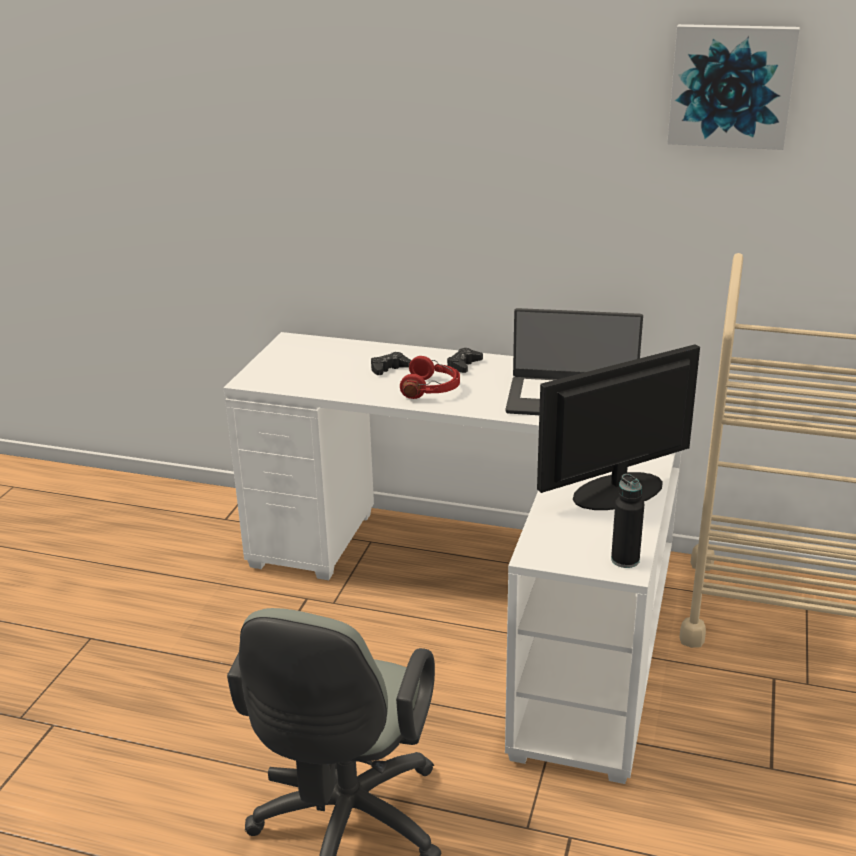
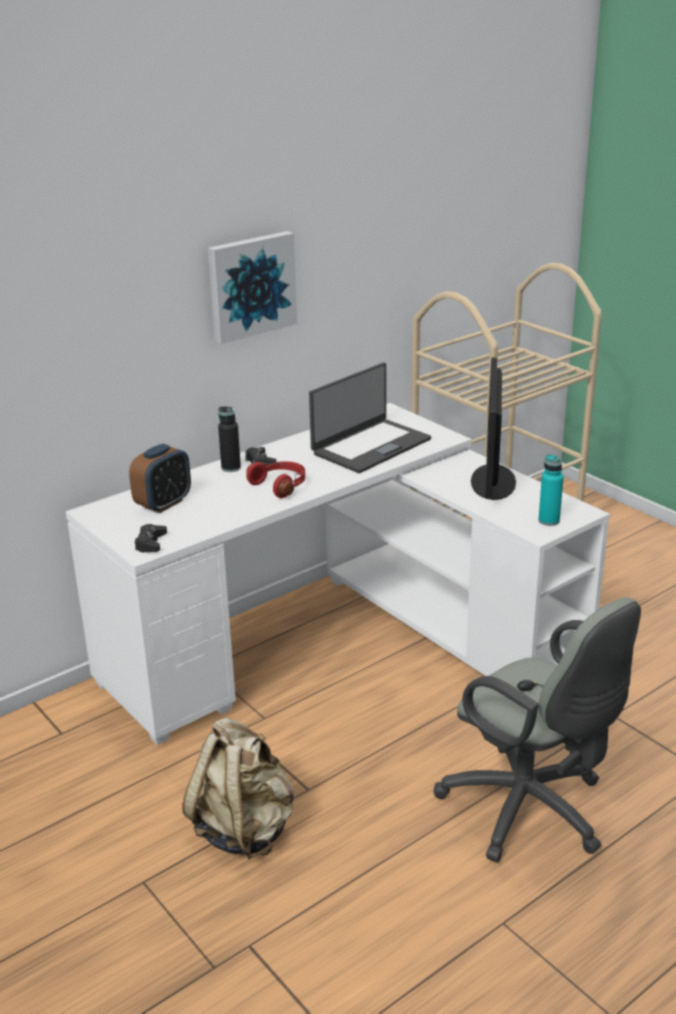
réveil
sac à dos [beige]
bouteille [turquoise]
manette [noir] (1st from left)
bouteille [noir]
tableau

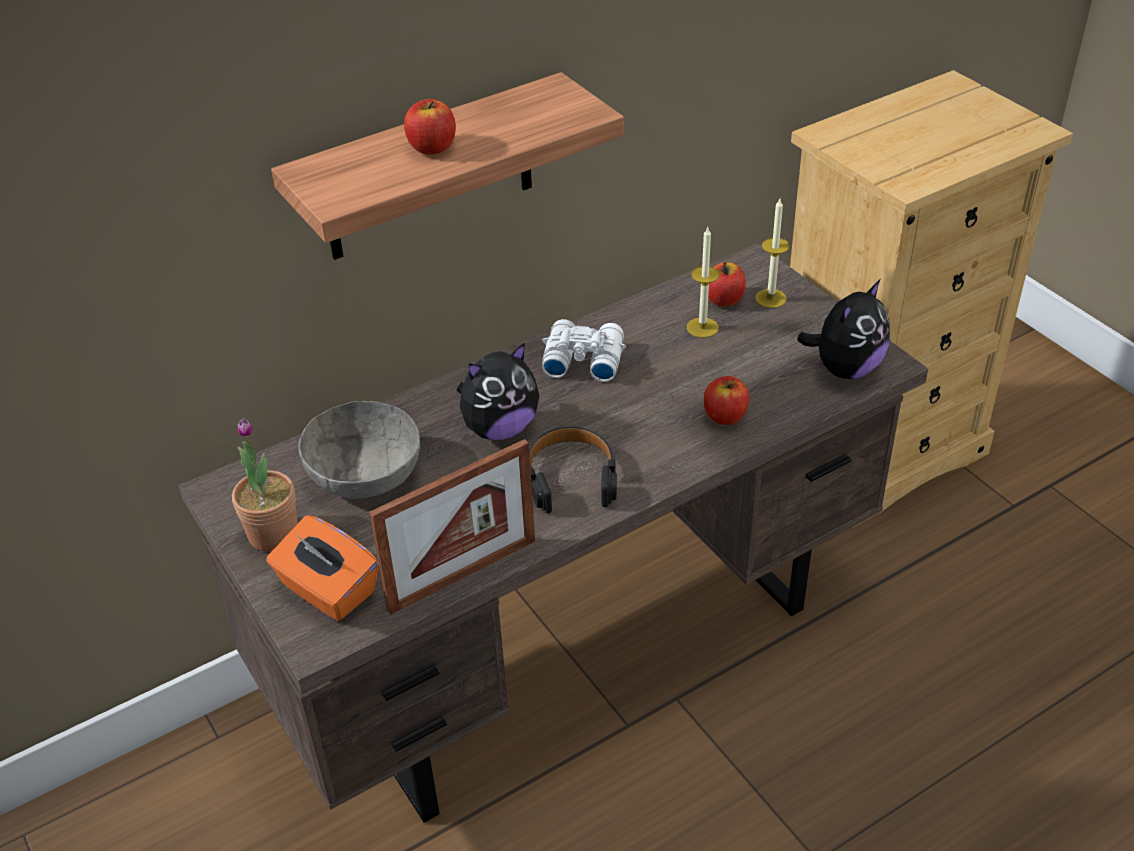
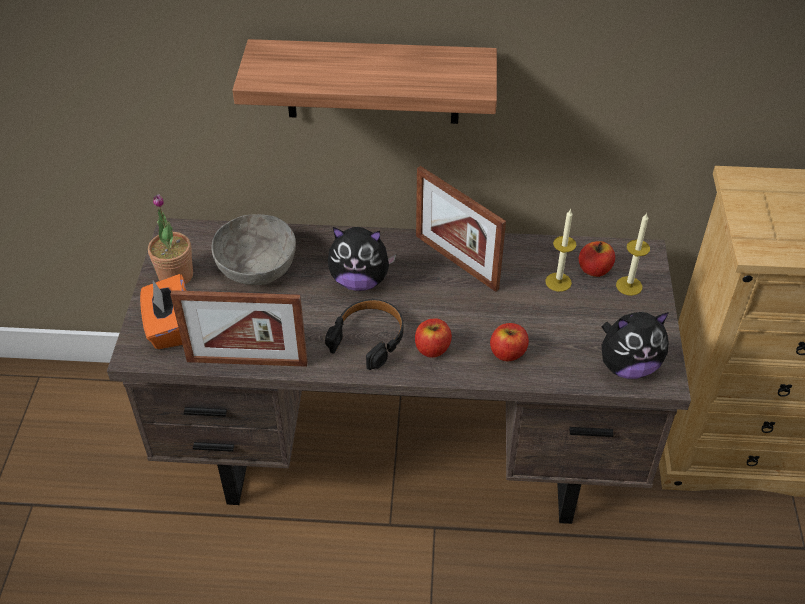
pomme (1st from left)
cadre photo (2nd from left)

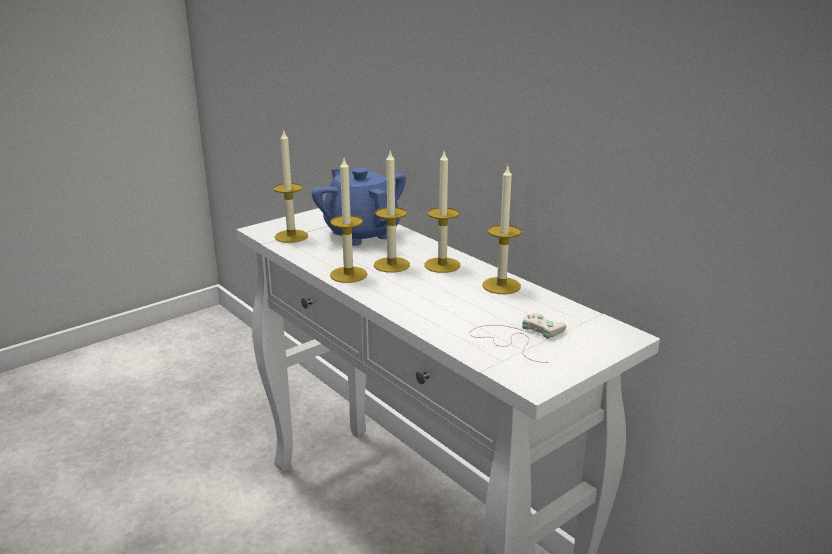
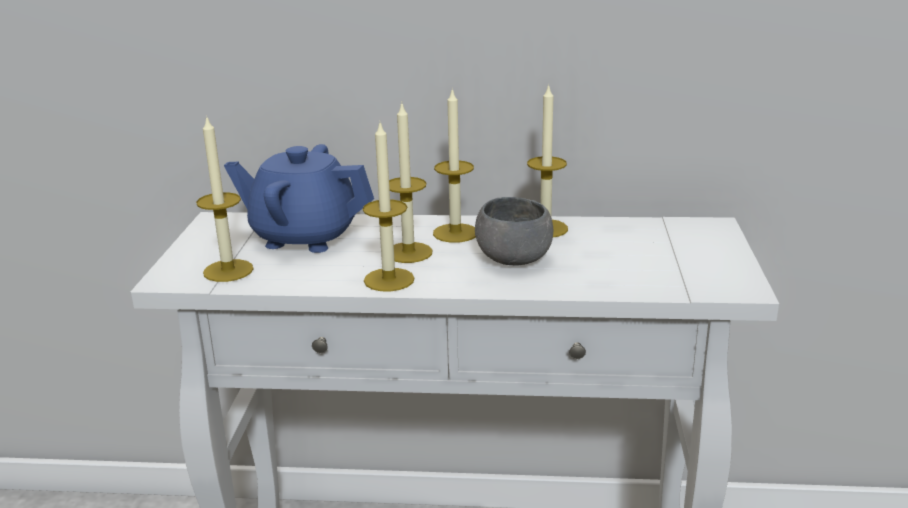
manette [blanc]
bol [gris]

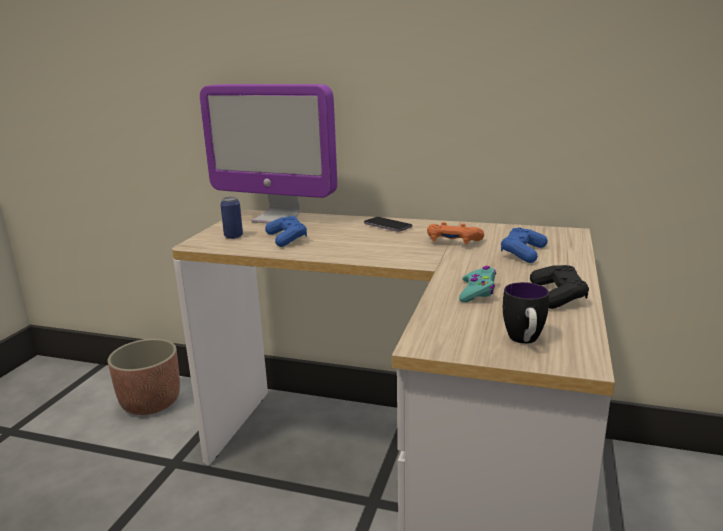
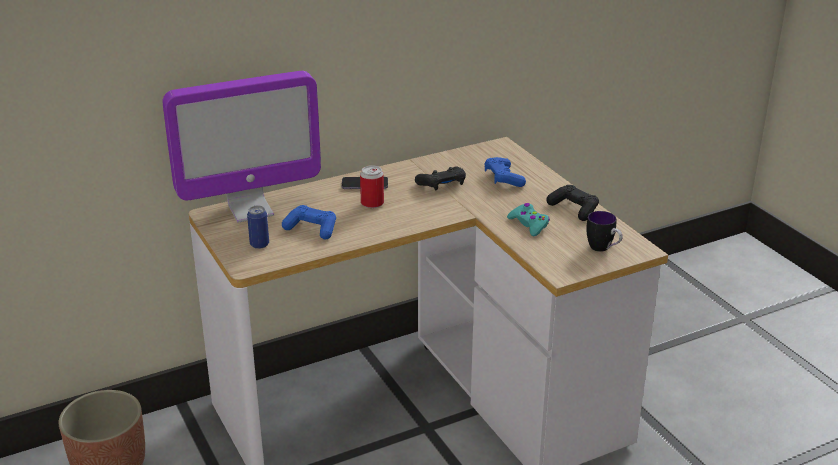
boîte métallique (2nd from left)
manette [noir] (1st from left)

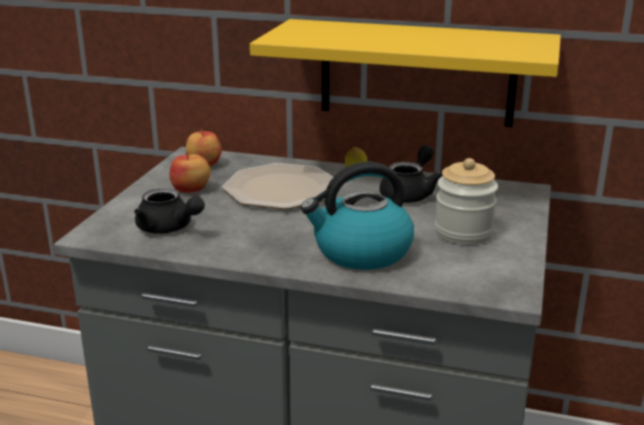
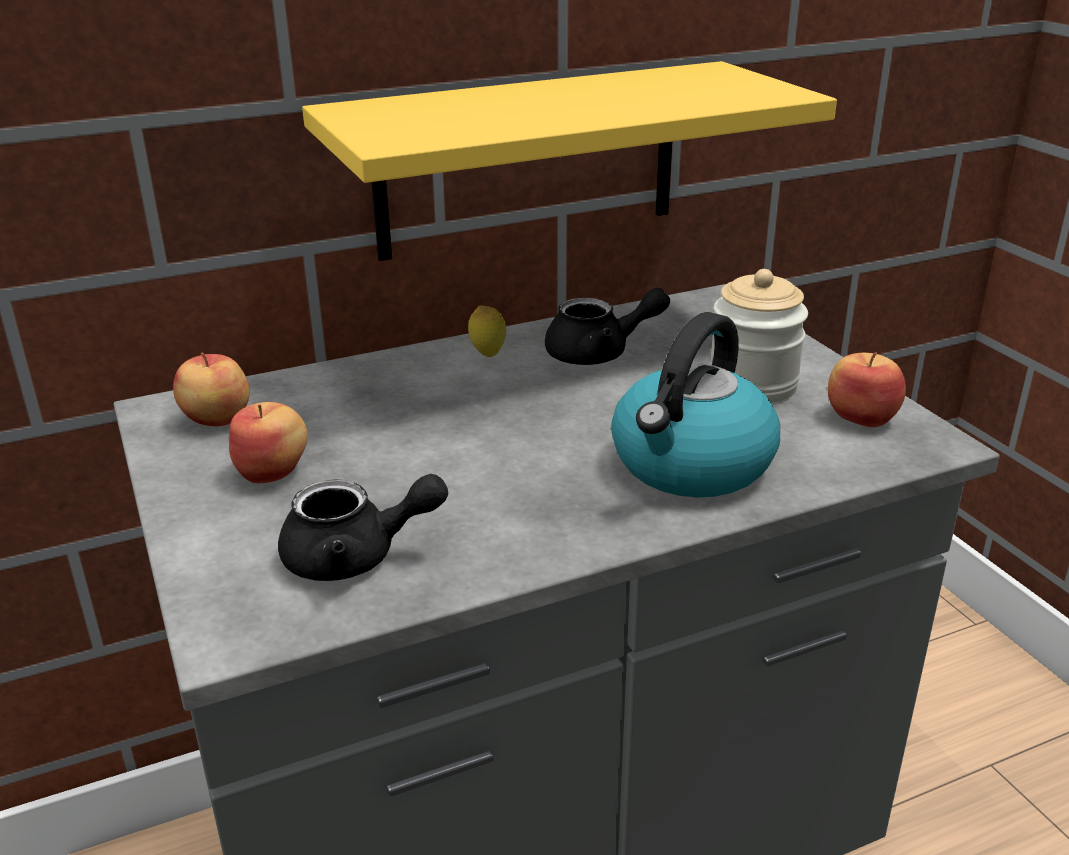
assiette
pomme (3rd from left)
théière [noir] (2nd from left)

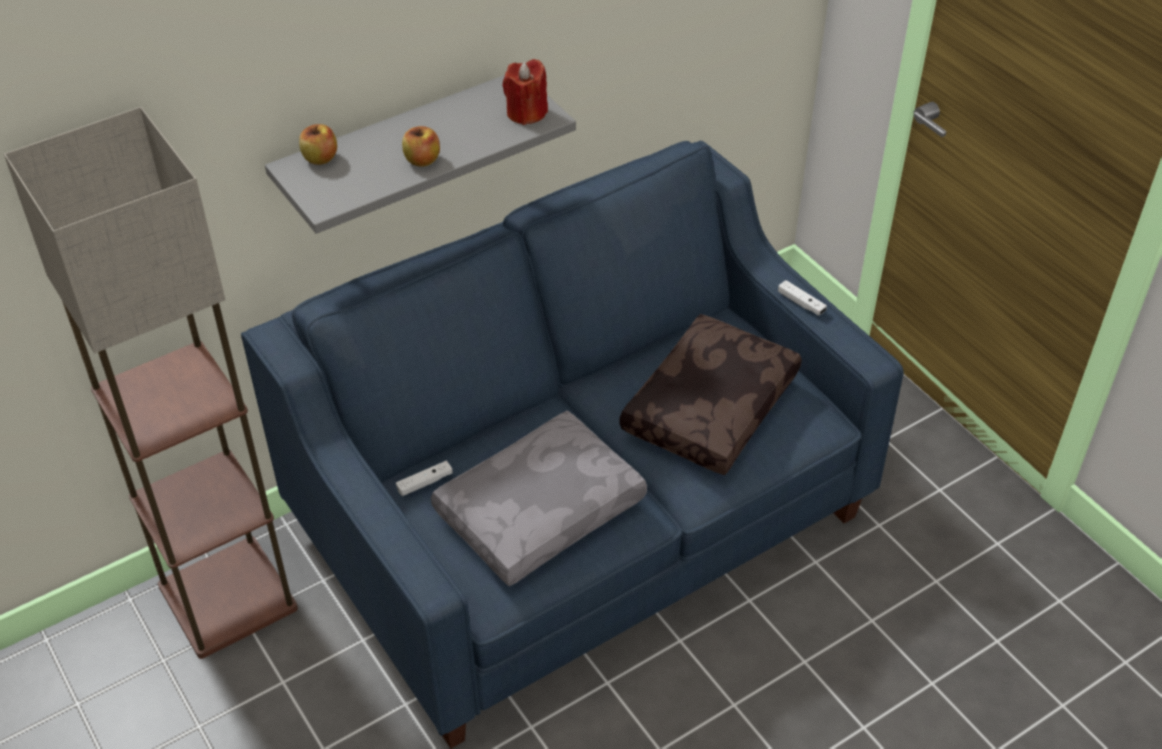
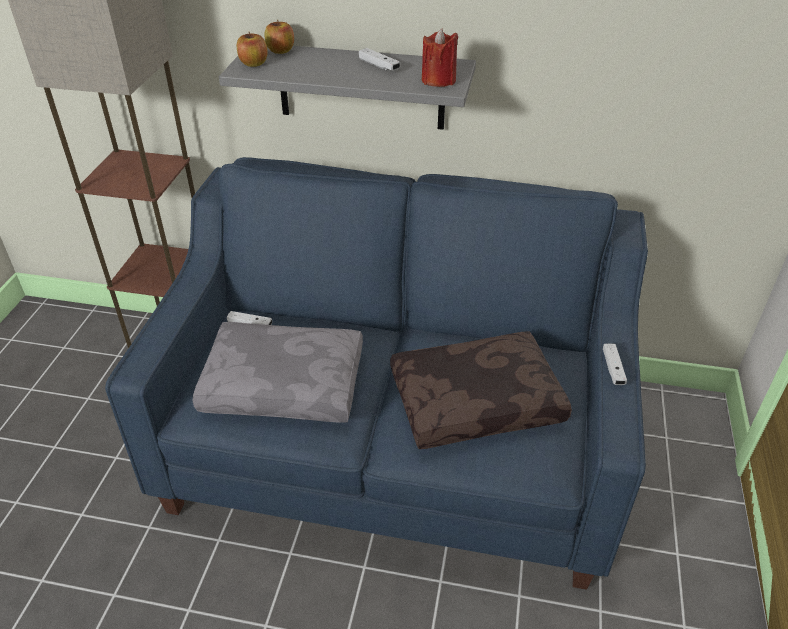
manette [blanc] (2nd from left)
pomme (1st from left)

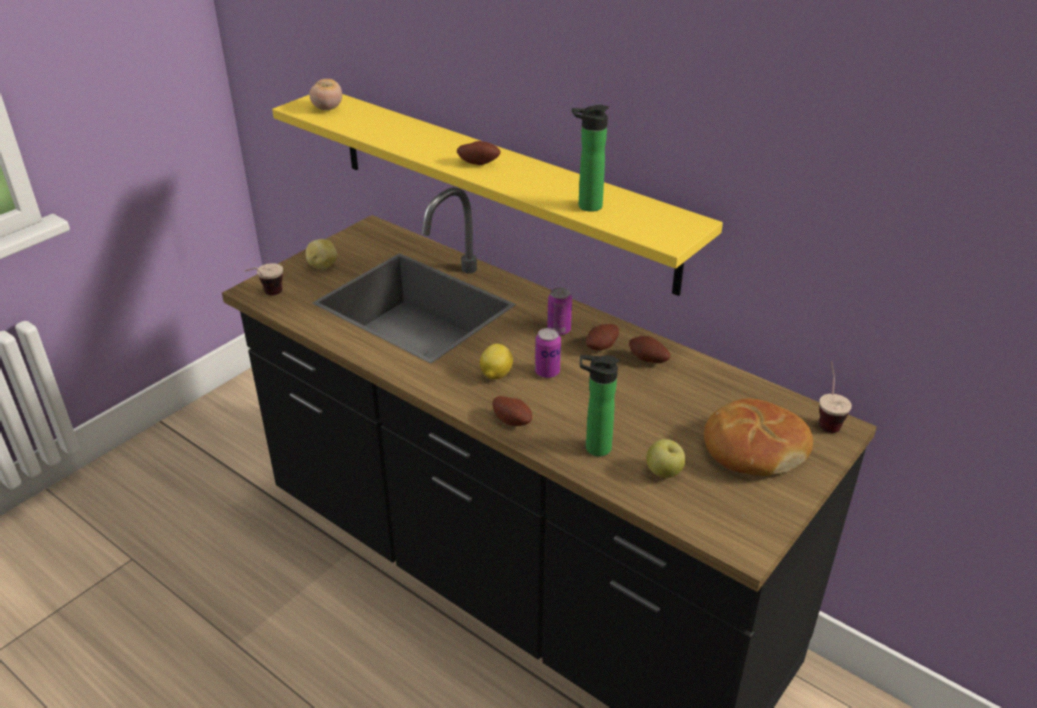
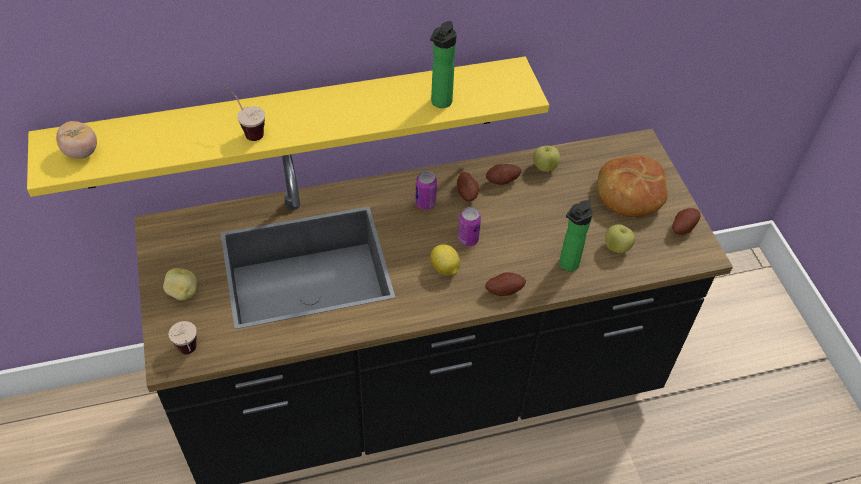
pomme (1st from left)
pomme de terre (5th from left)
tasse (2nd from left)

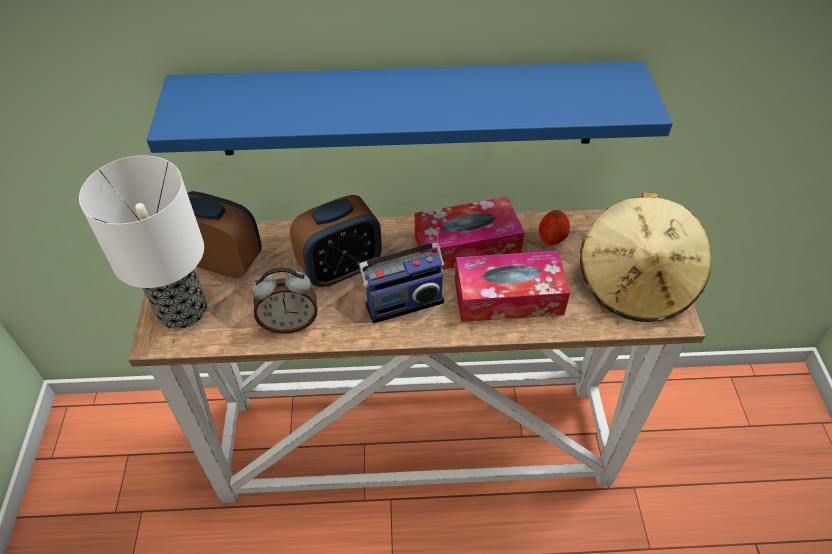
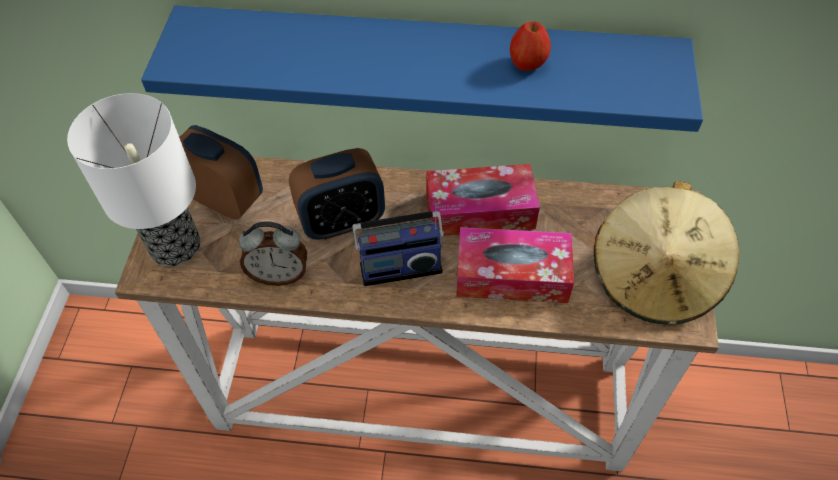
pomme

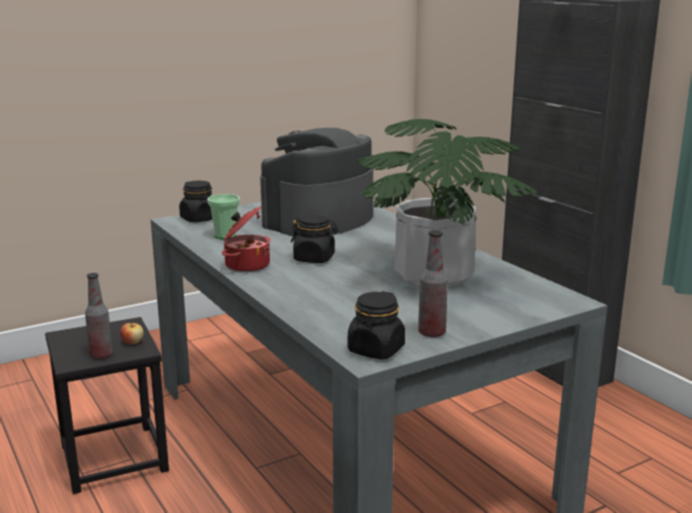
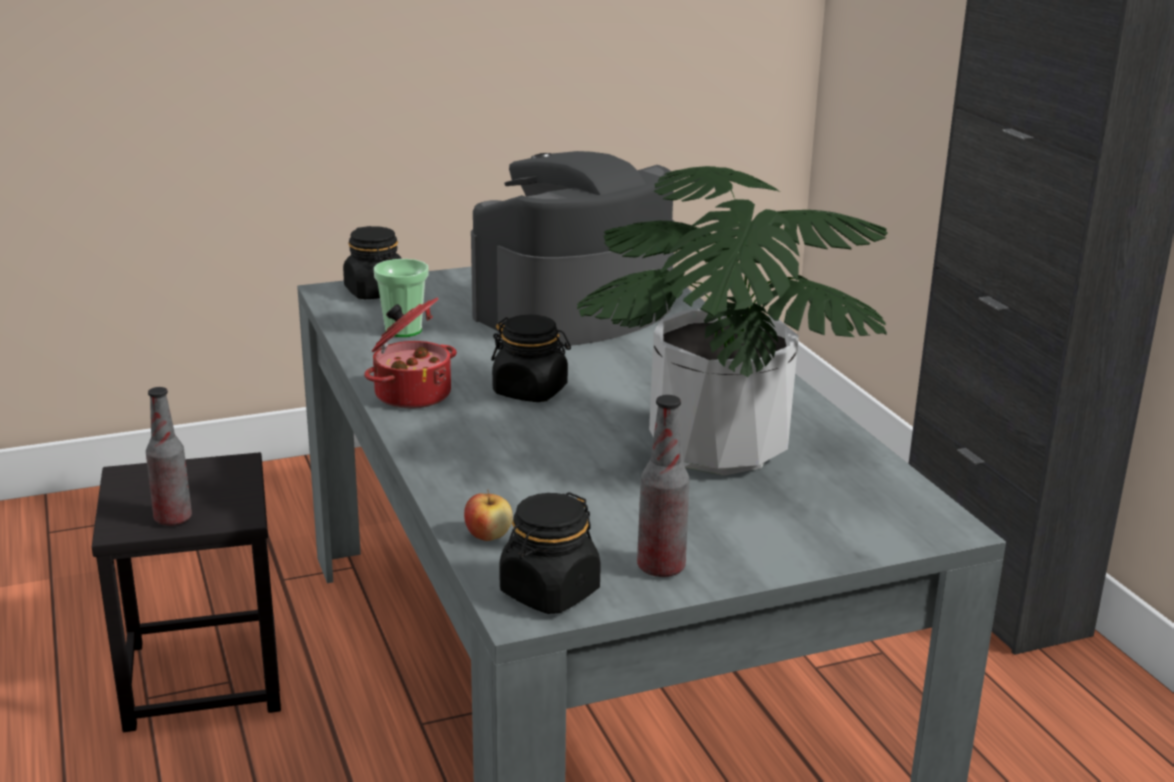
pomme

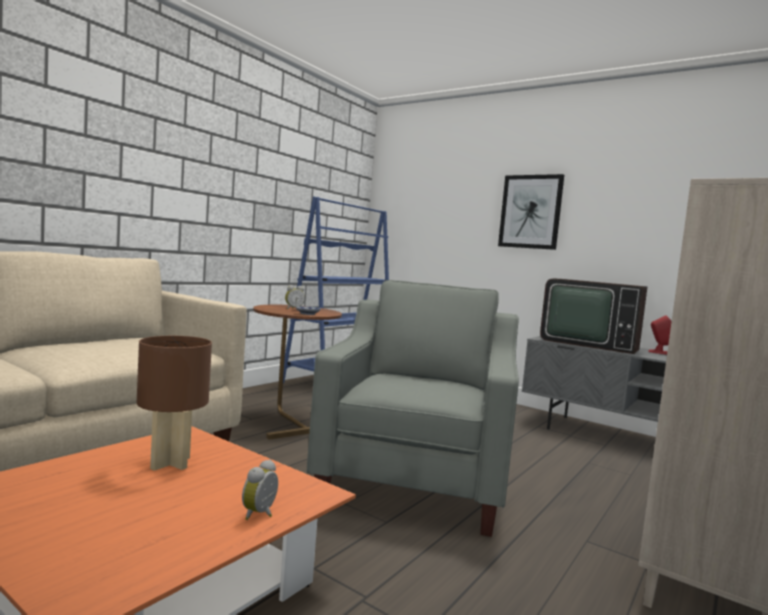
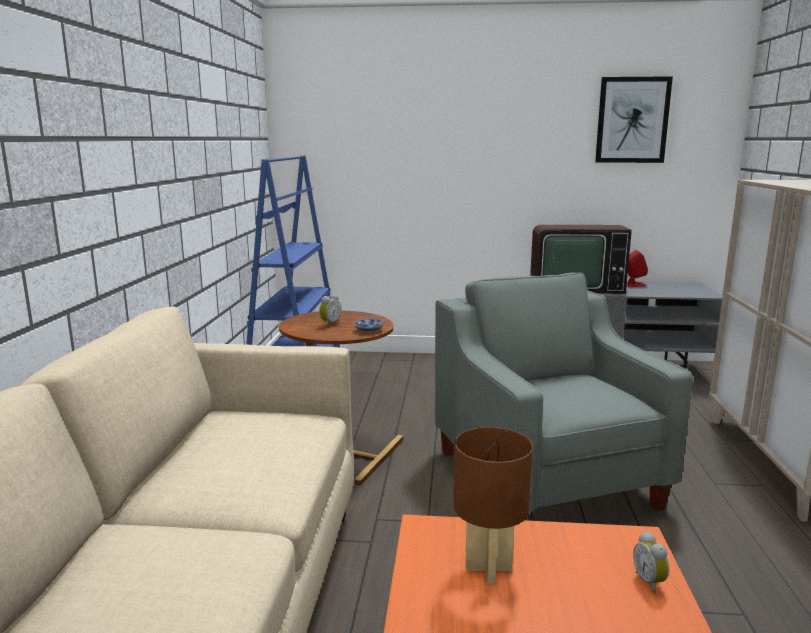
tableau

